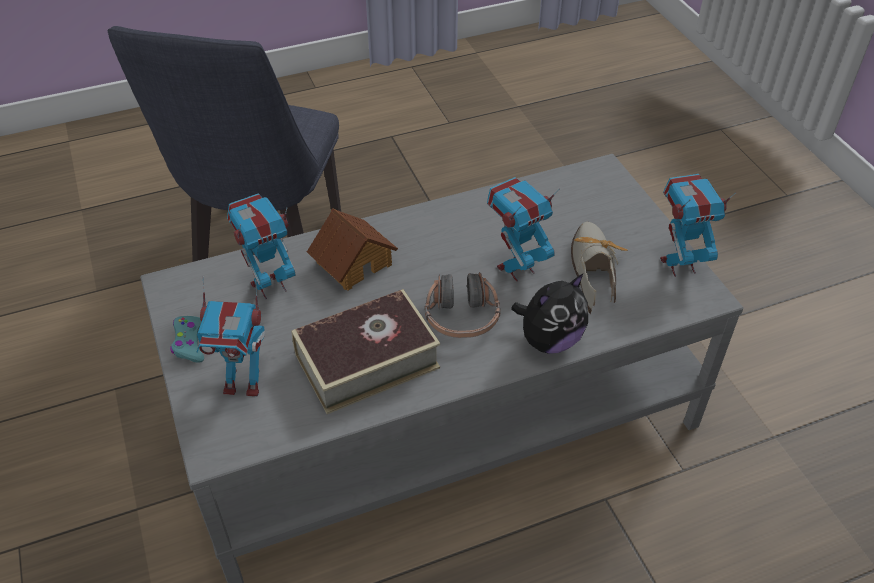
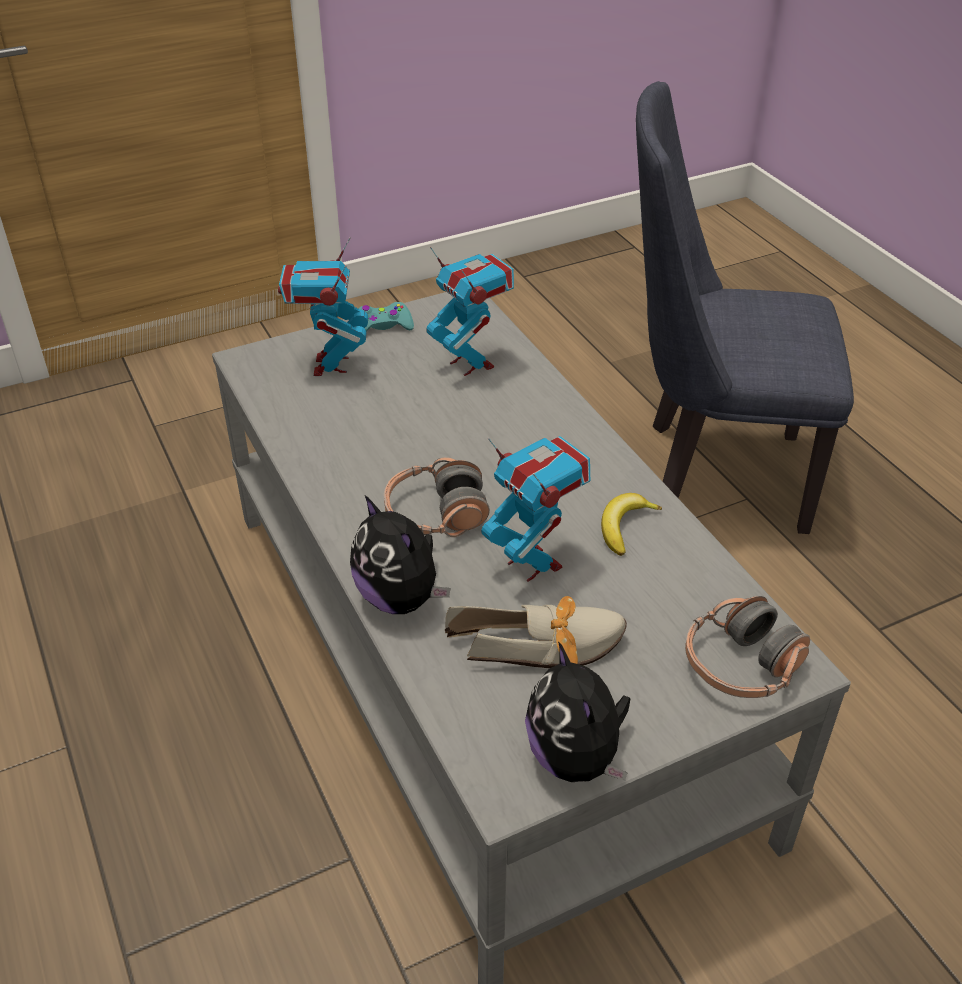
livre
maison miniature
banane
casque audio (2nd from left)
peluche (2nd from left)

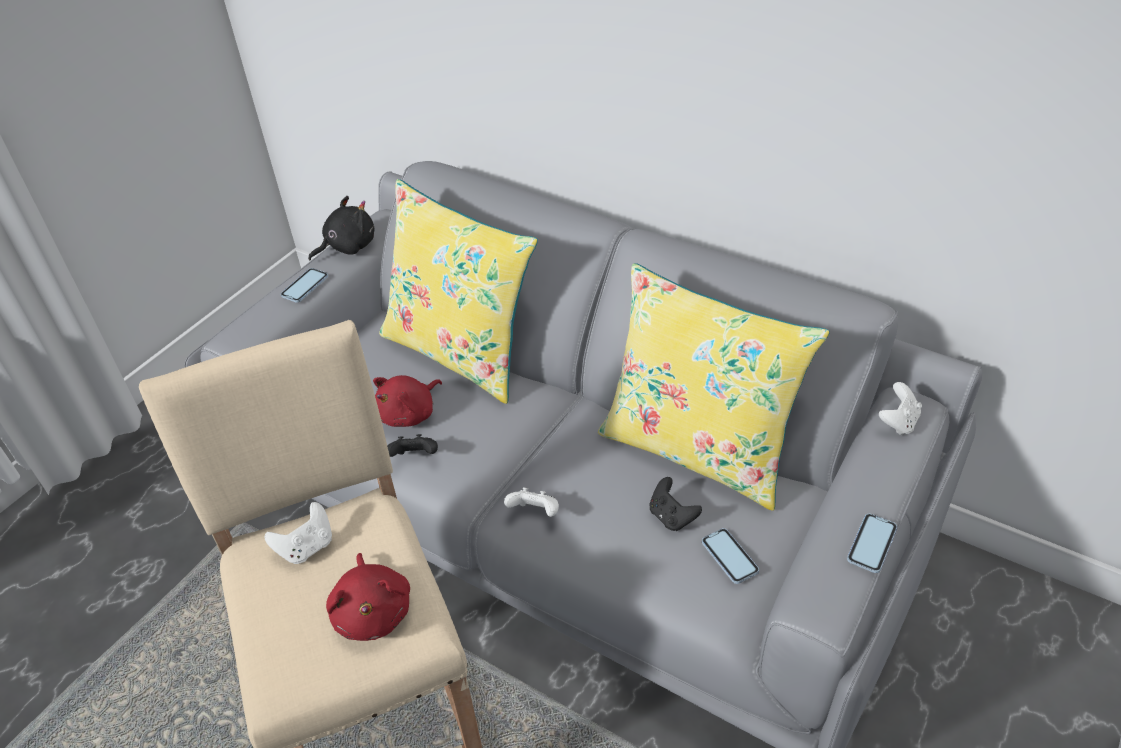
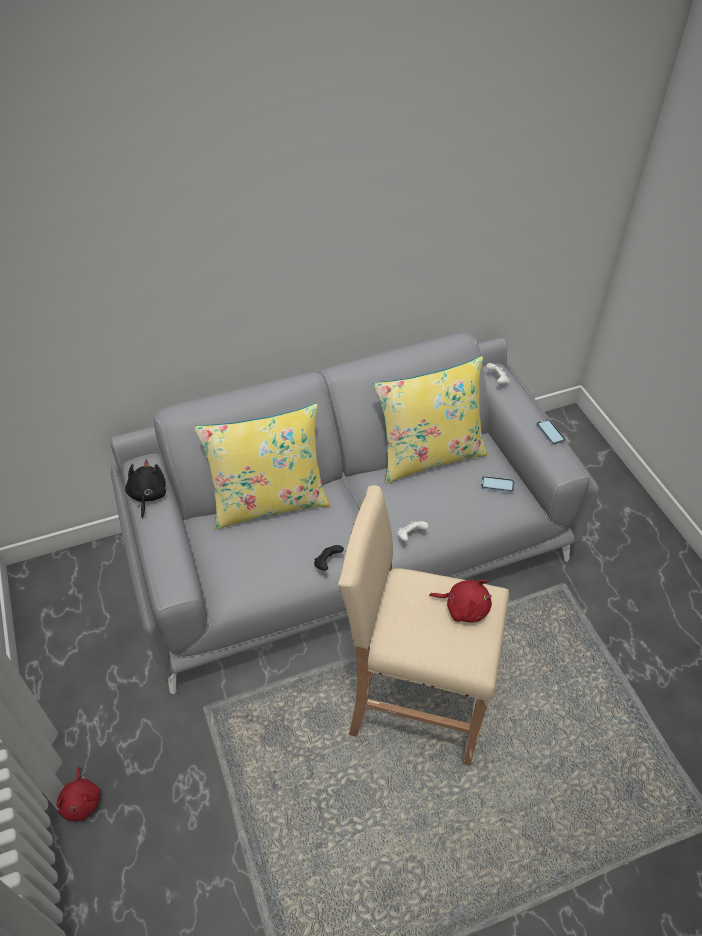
manette [blanc] (1st from left in the first image)
téléphone (1st from left in the first image)
manette [noir] (2nd from left in the first image)
peluche [rouge] (1st from left)

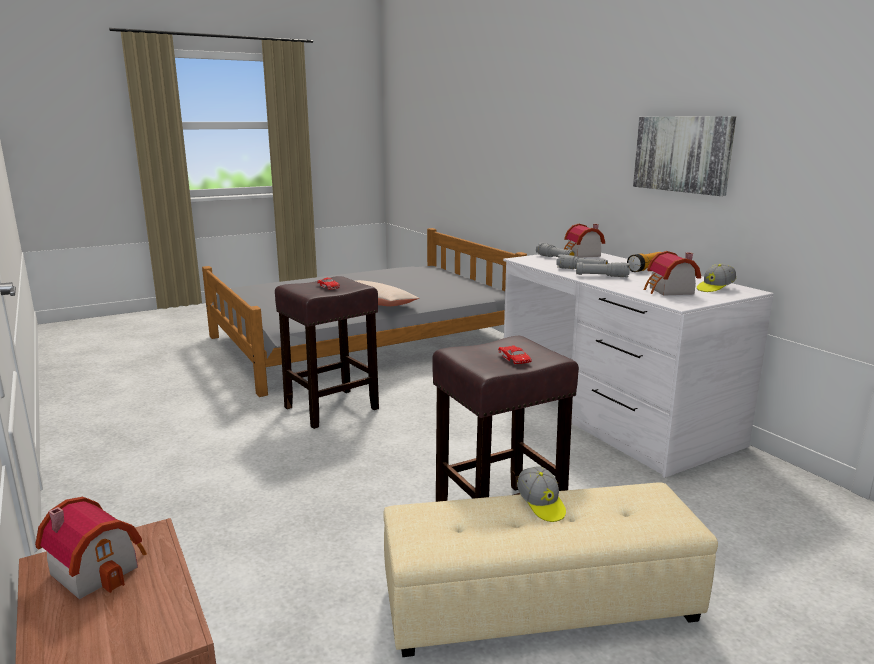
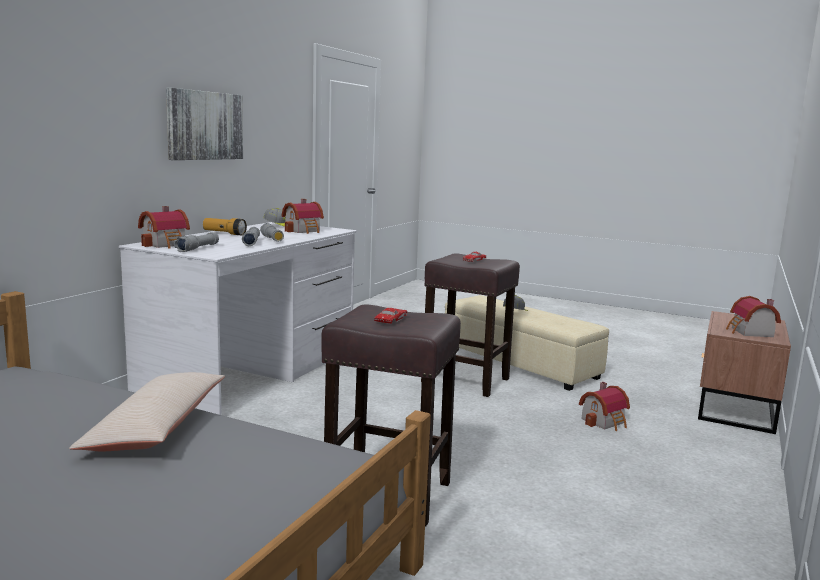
maison miniature (3rd from left)

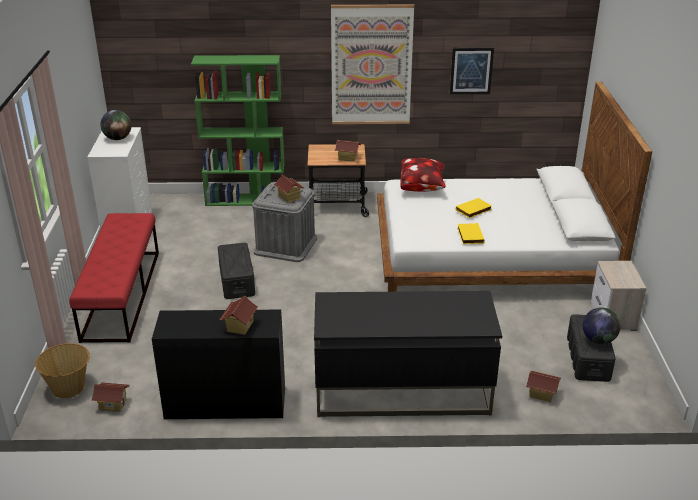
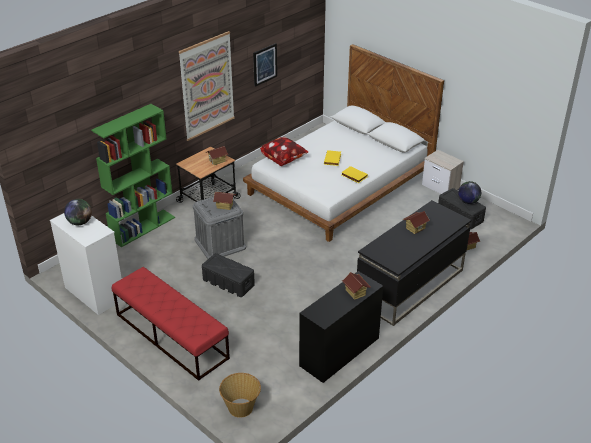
maison miniature (4th from left)

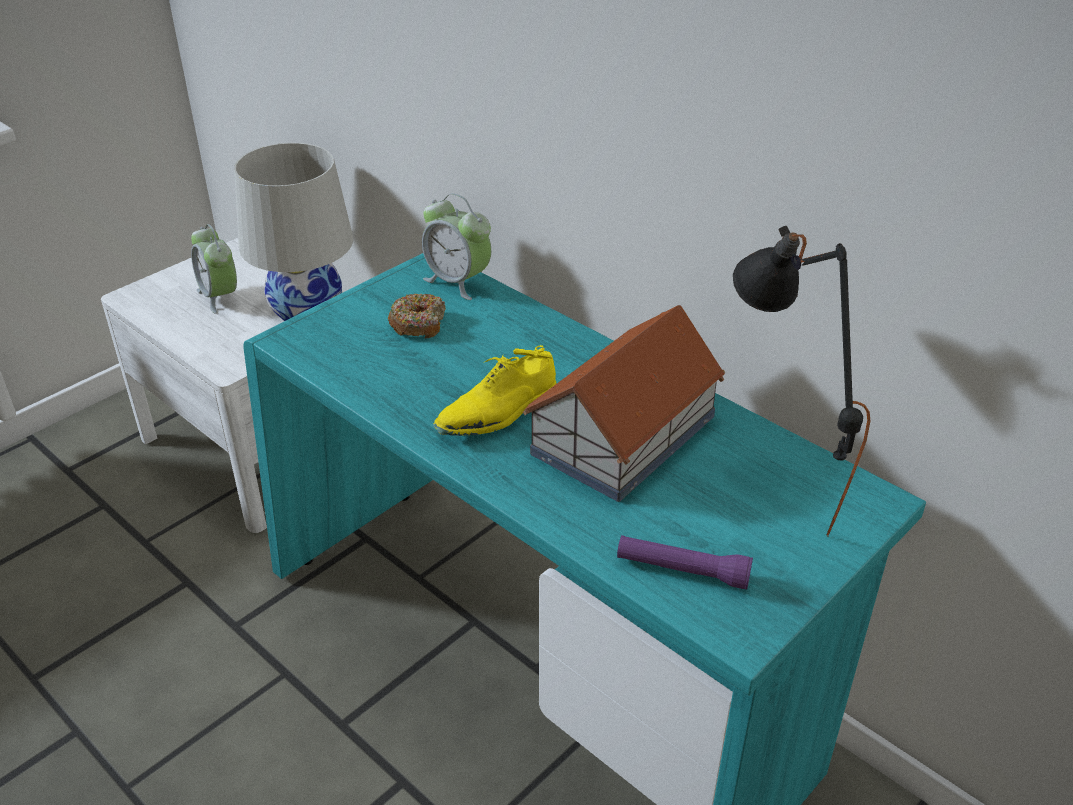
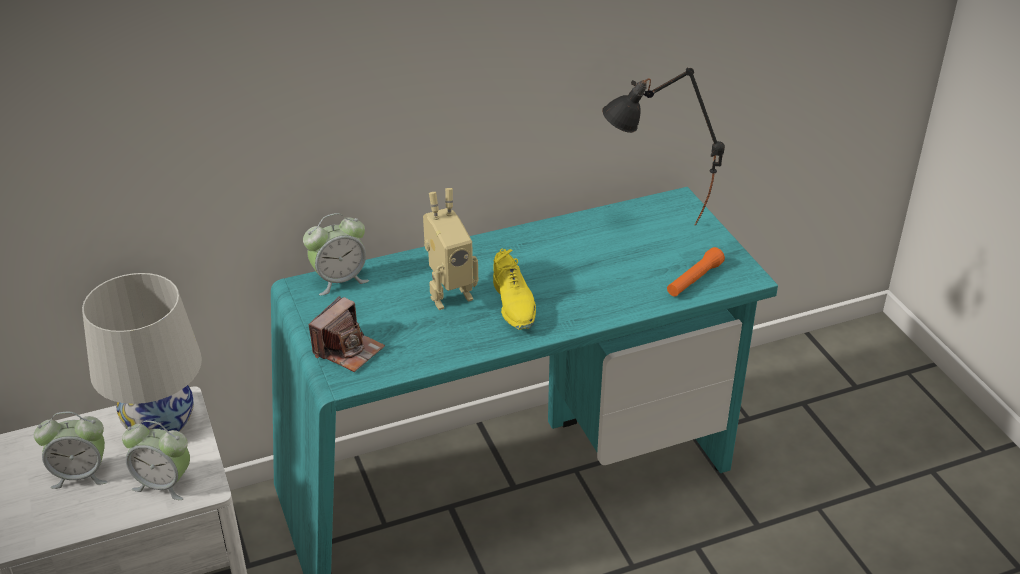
beignet
maison miniature
réveil (2nd from left)
appareil photo
robot jouet
lampe de poche [orange]

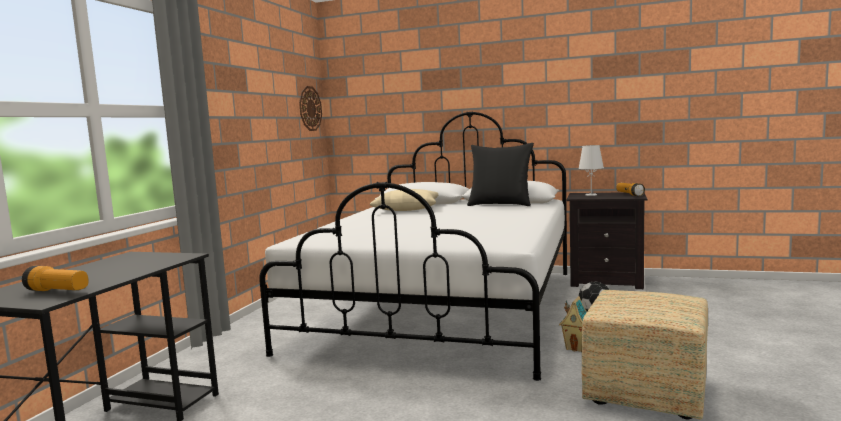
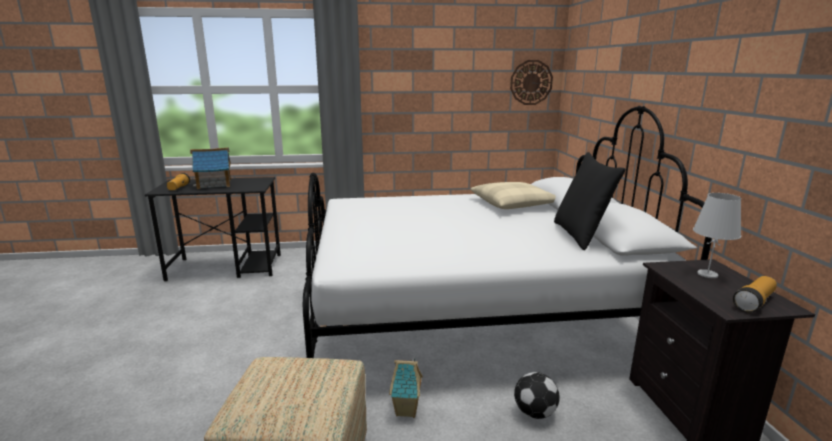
maison miniature (1st from left)

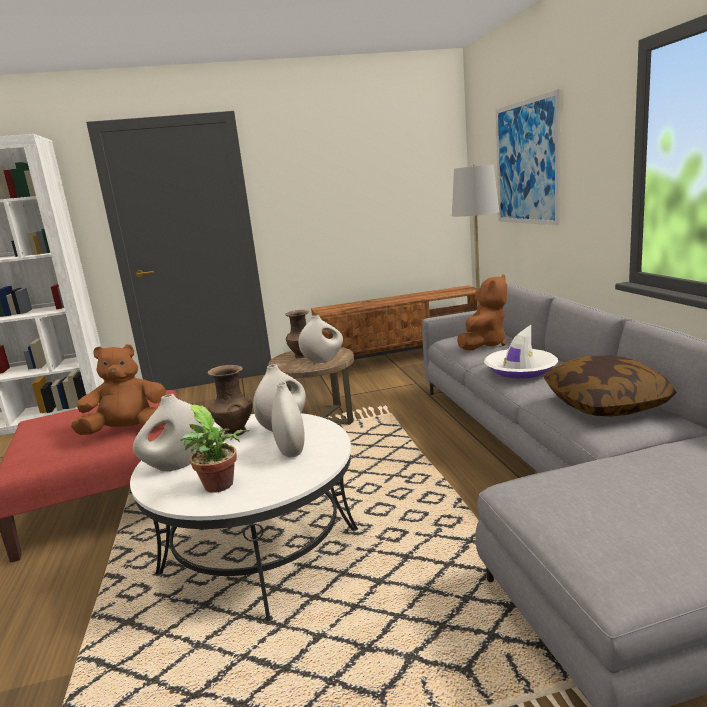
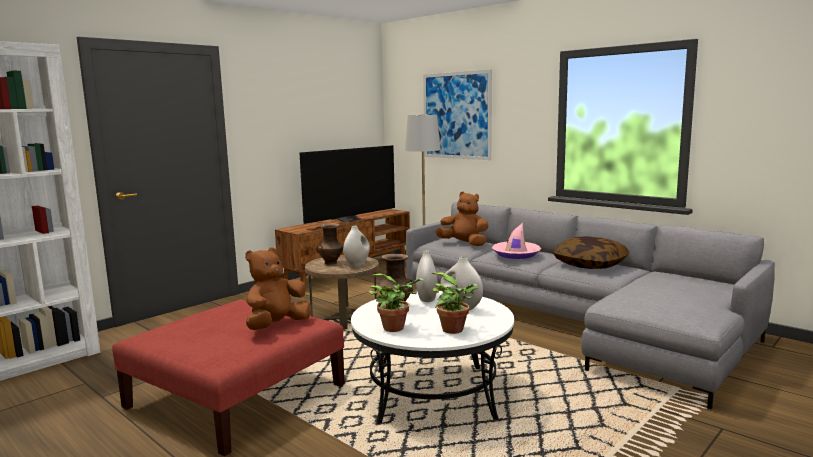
téléviseur
plante en pot (1st from left)
chapeau [rose]
peluche [marron] (2nd from left)

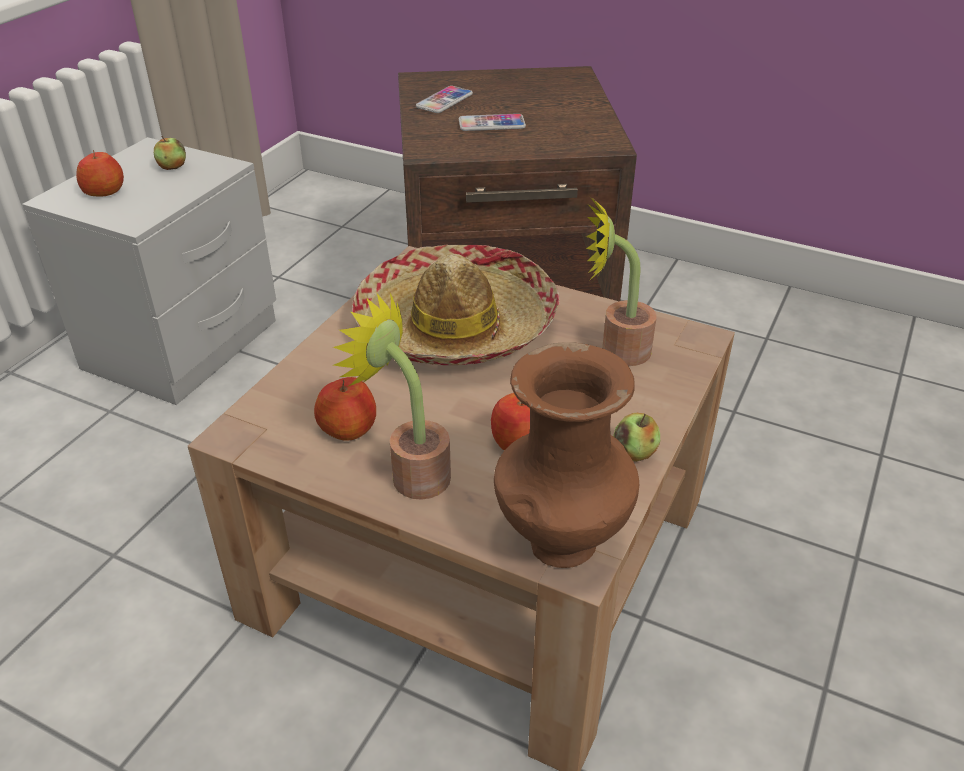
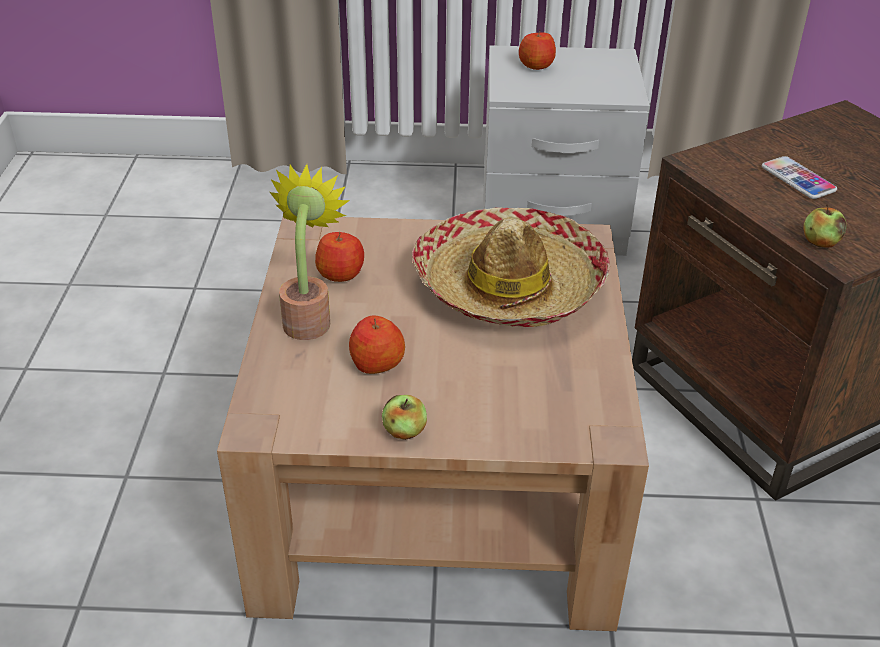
téléphone (1st from left in the first image)
vase [marron]
plante en pot (2nd from left in the first image)
pomme (5th from left)

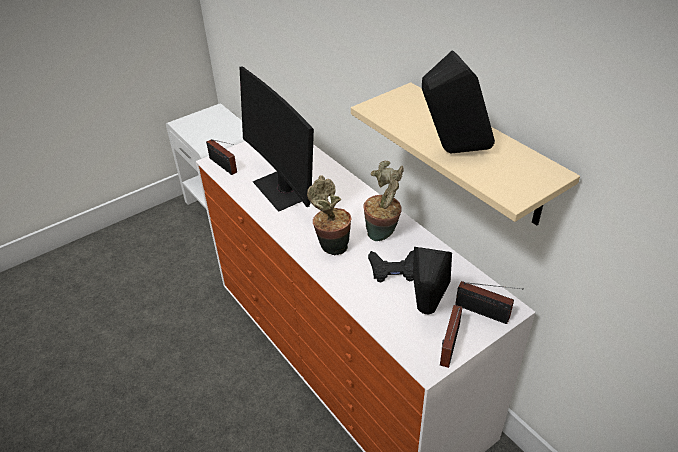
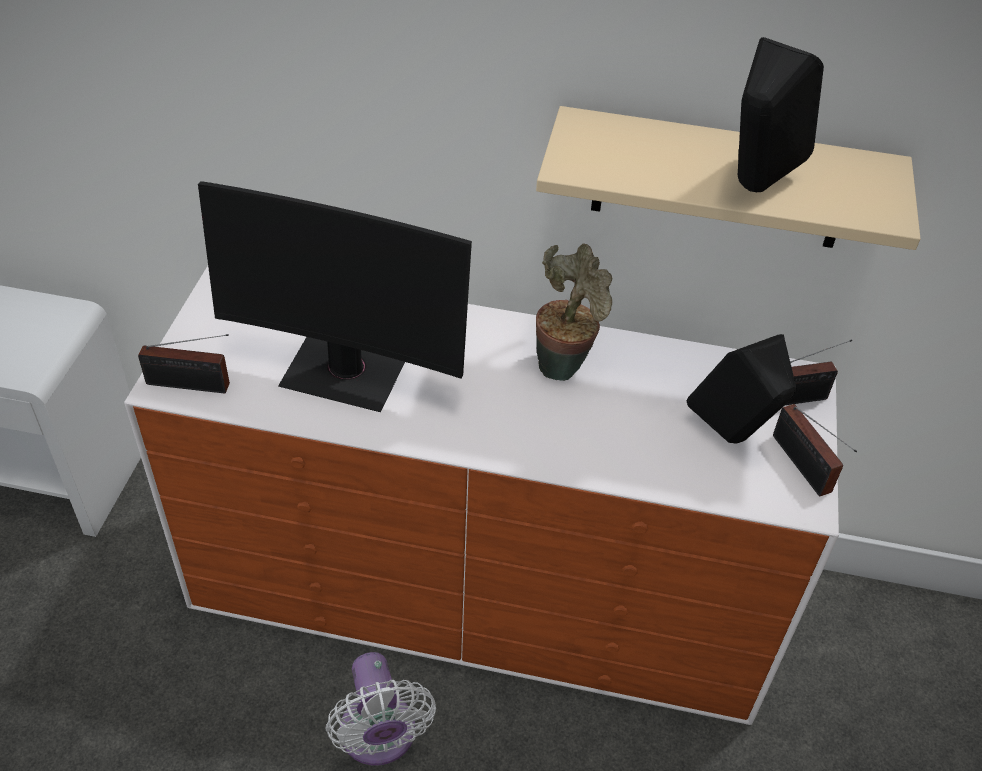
plante en pot (1st from left in the first image)
manette [noir]
ventilateur [blanc]

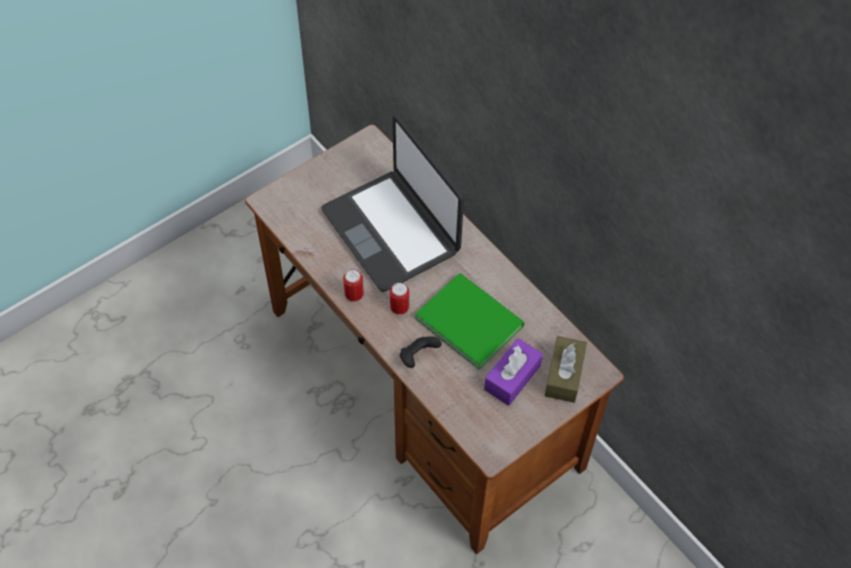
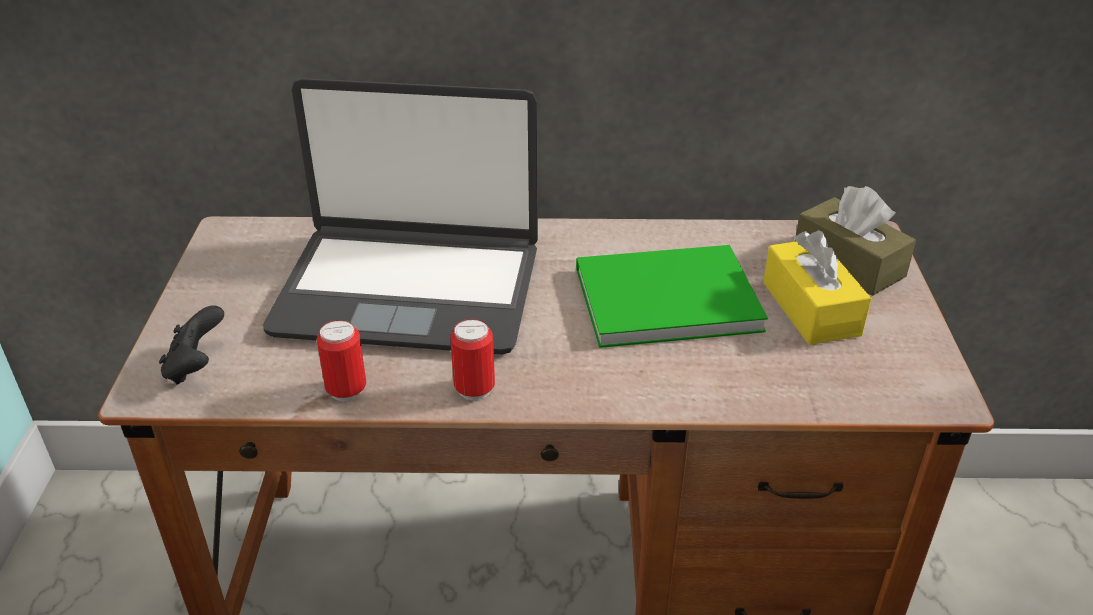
boîte métallique (1st from left)
manette [noir]
boîte à mouchoirs [jaune]

